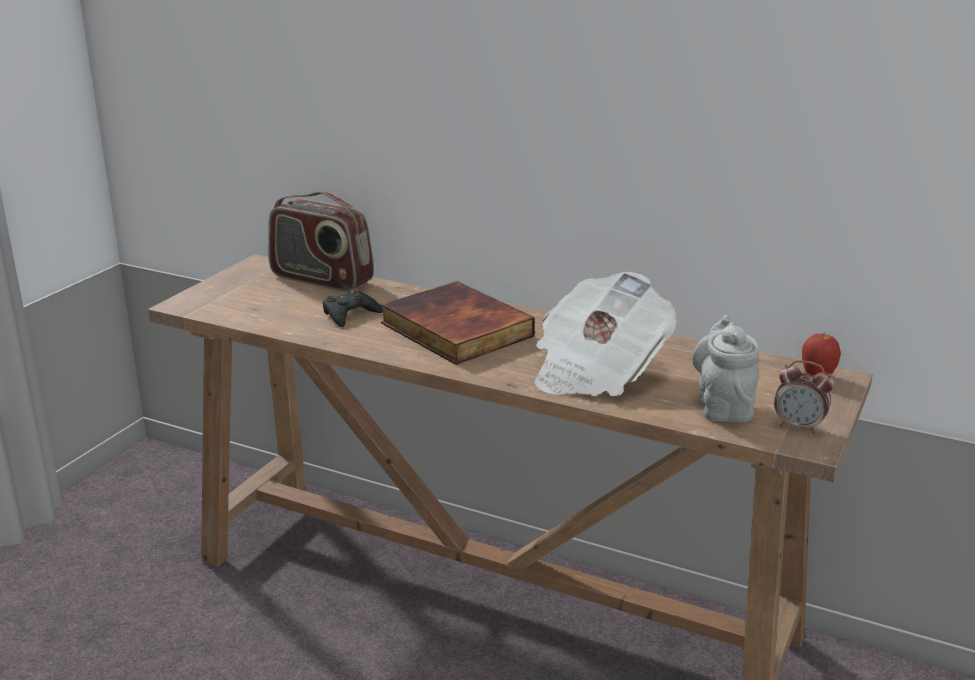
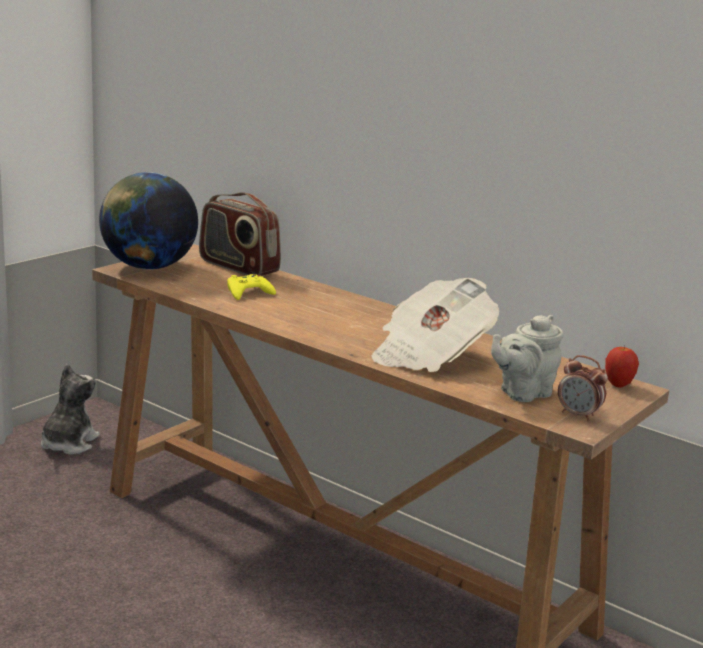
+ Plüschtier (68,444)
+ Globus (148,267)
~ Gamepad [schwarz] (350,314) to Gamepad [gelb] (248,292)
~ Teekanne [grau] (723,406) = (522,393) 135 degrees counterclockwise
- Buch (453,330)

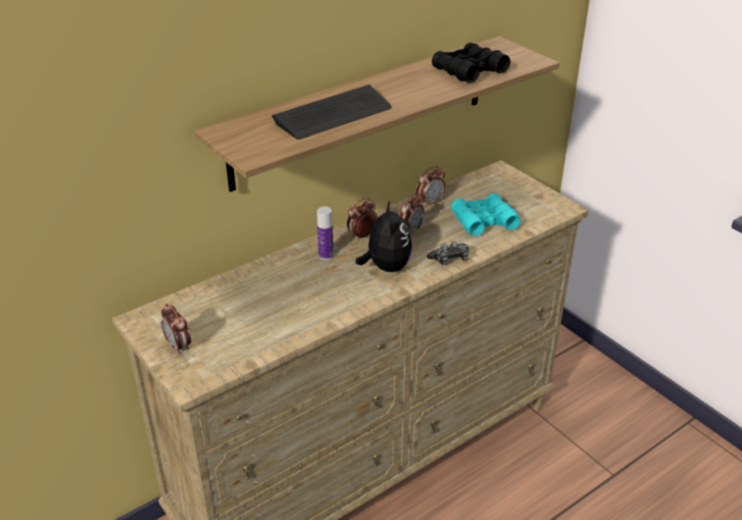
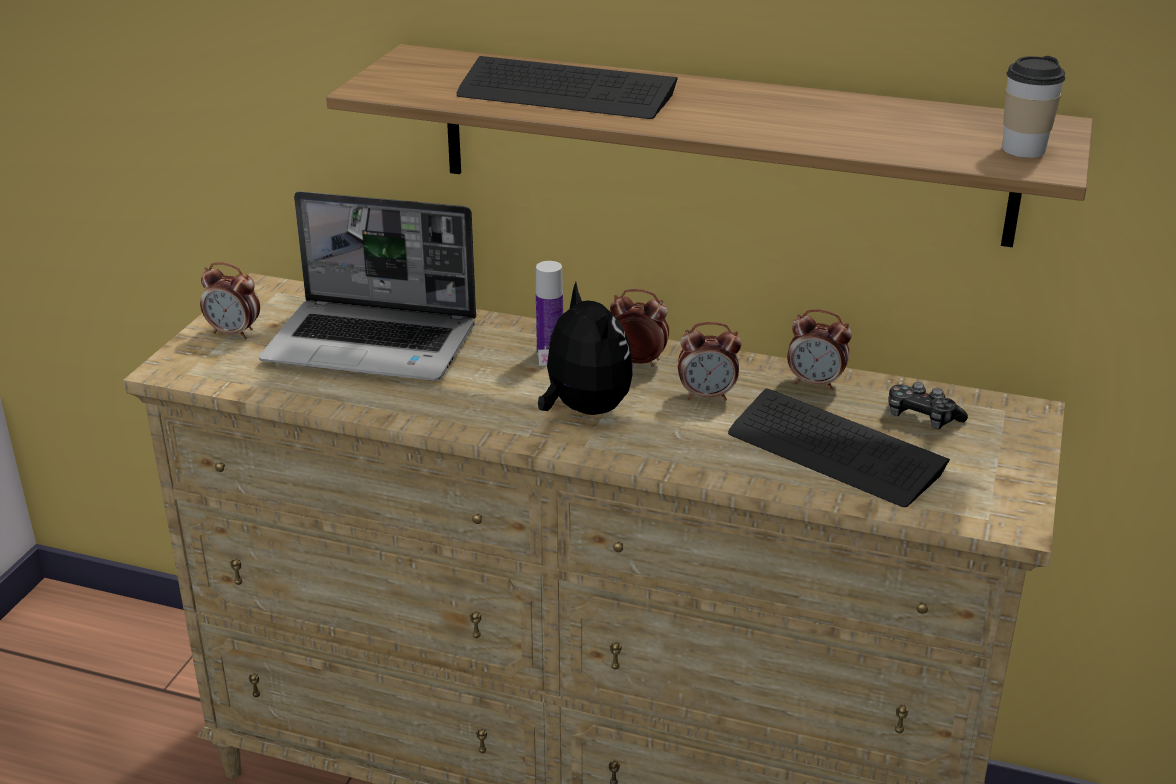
~ Wecker (178,346) = (234,333) 90 degrees counterclockwise
+ Laptop (374,344)
~ Plüschtier (386,267) = (583,409) 75 degrees counterclockwise
~ Fernglas [türkis] (483,221) to Tastatur (834,451)
~ Gamepad (449,259) to (921,418)
+ Tasse (1023,149)
- Fernglas [schwarz] (469,71)

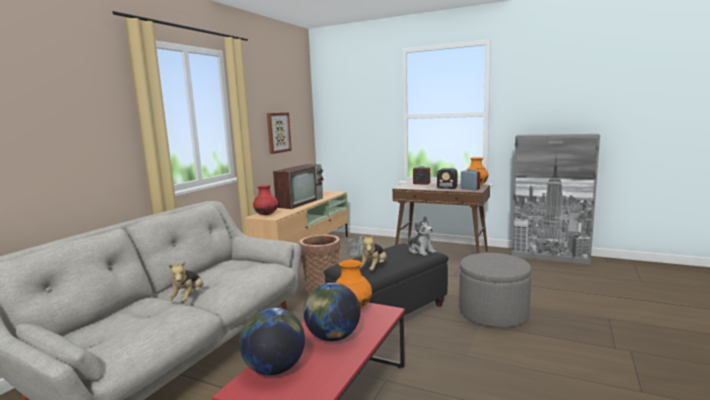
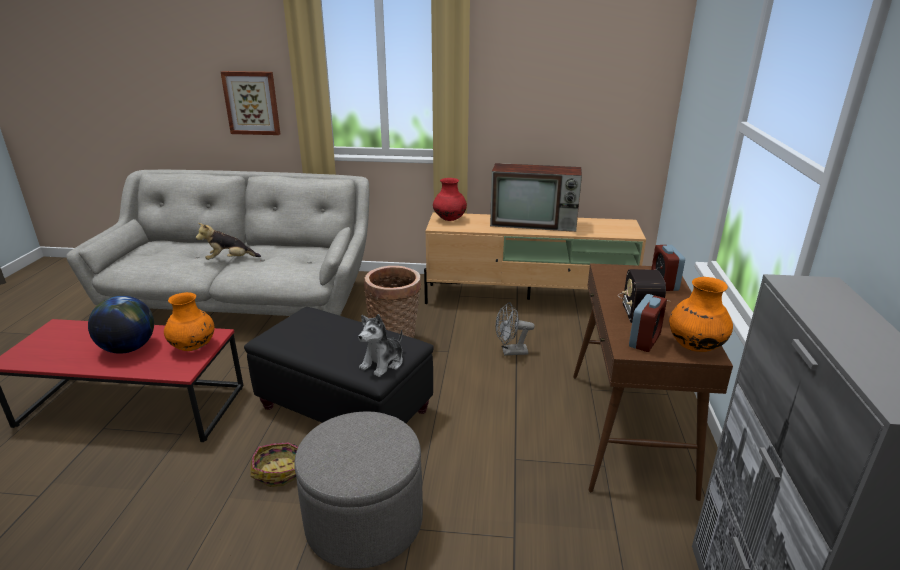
~ Bild (278,132) to (252,103)
+ Korb (280,470)
- Globus (274,369)
- Plüschtier (374,268)

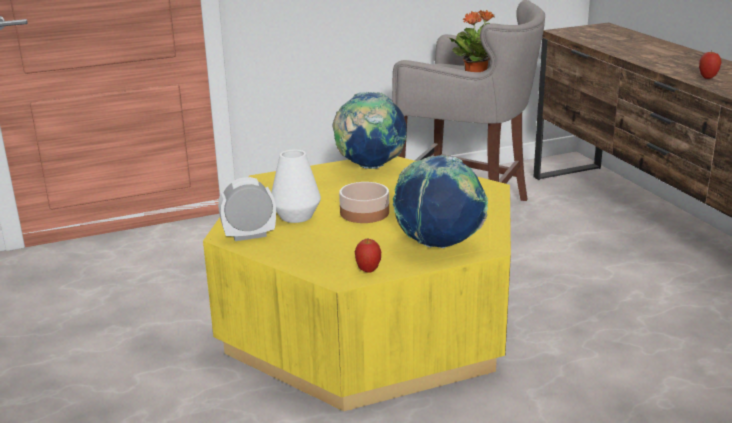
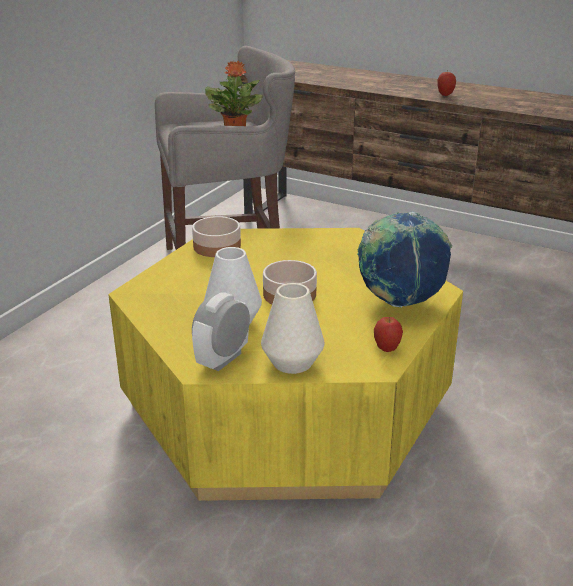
~ Globus (369,167) to Schüssel (216,247)
+ Vase [weiß] (292,362)

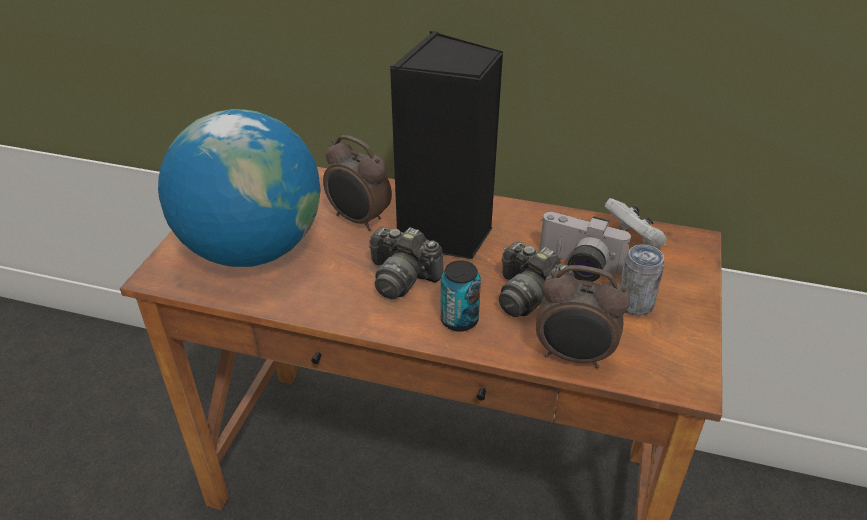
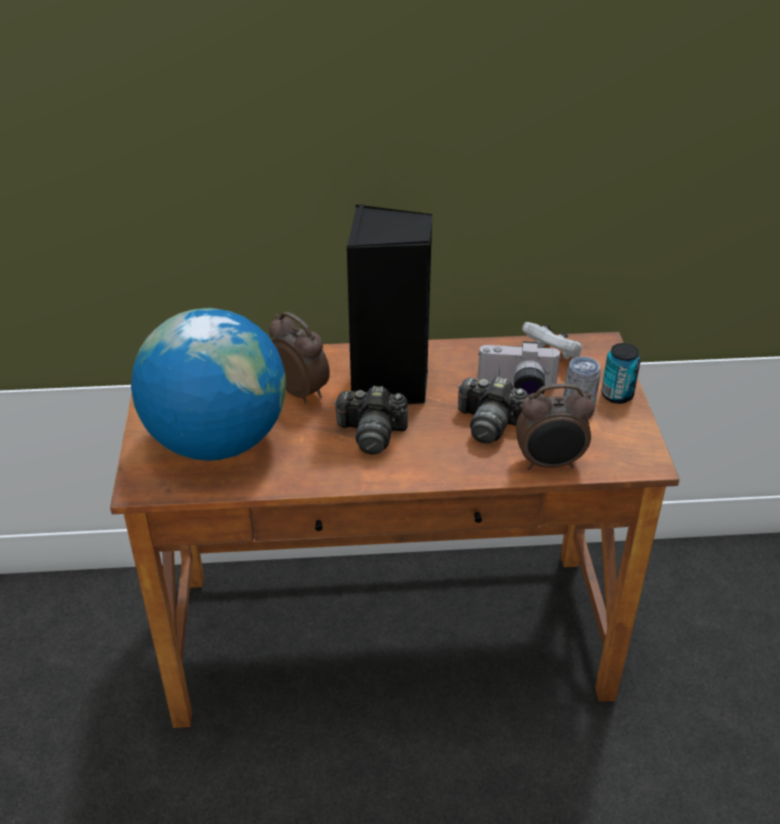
~ Wecker (358,220) = (301,391) 150 degrees counterclockwise
~ Dose (459,320) to (617,395)

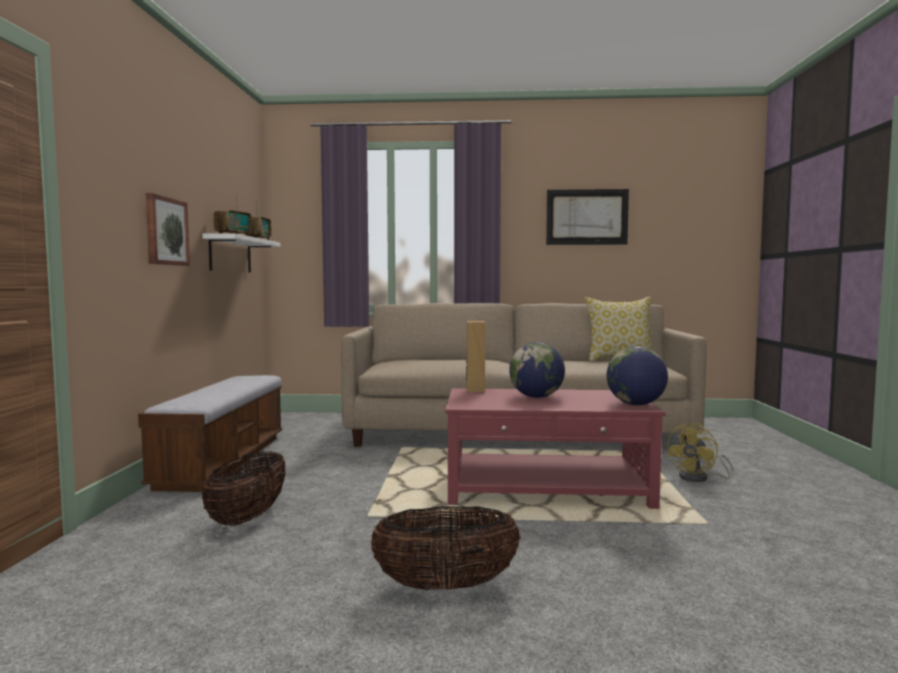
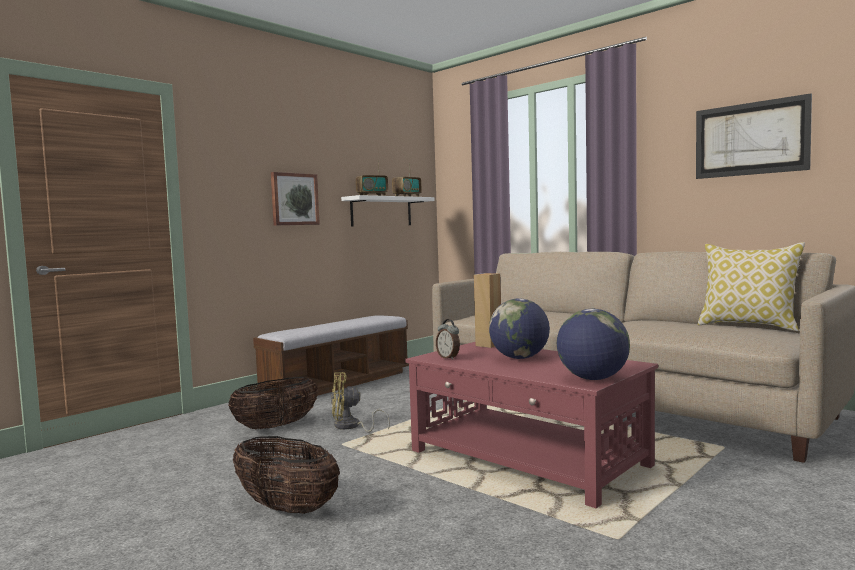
~ Ventilator [gelb] (699,478) to (351,427)
+ Wecker (448,358)

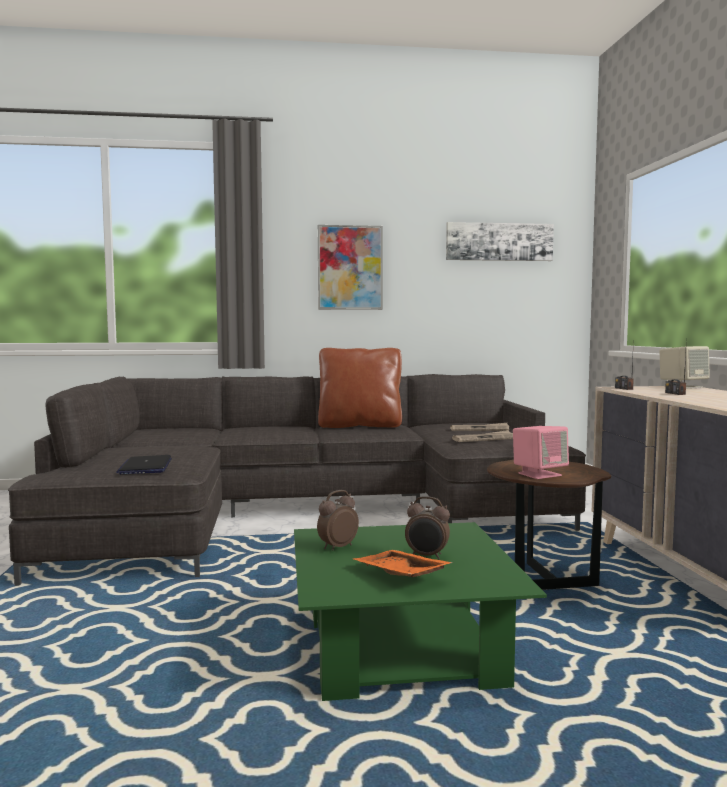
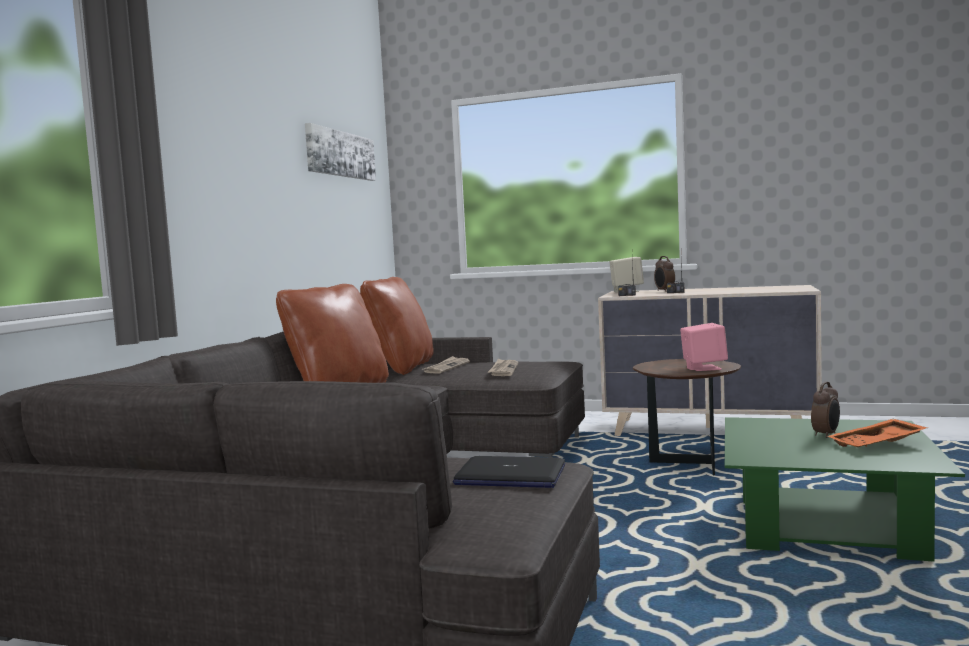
+ Kissen [braun] (401,368)
~ Wecker (337,547) to (664,291)
- Bild (350,268)

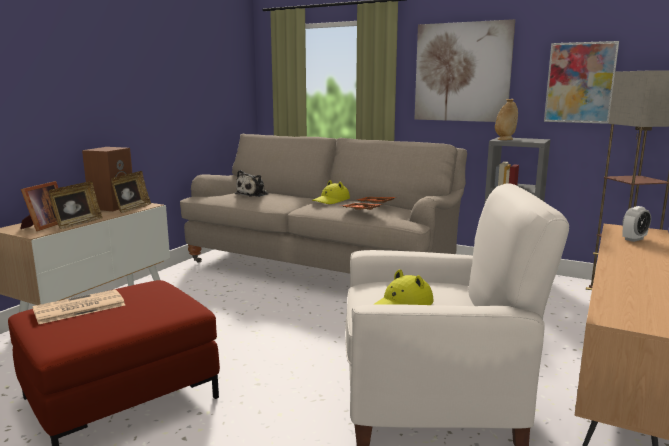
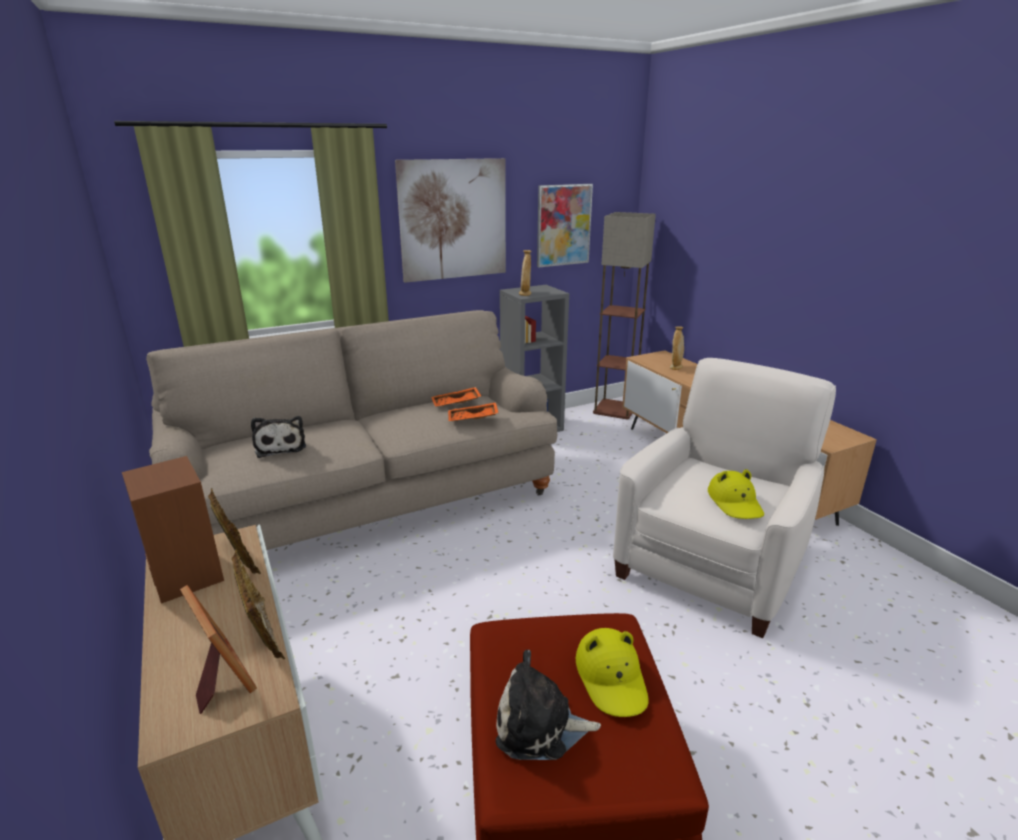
~ Zeitung (78,308) to Plüschtier (539,726)
~ Hut [gelb] (331,200) to (612,678)
~ Wecker (634,239) to Vase [beige] (676,367)

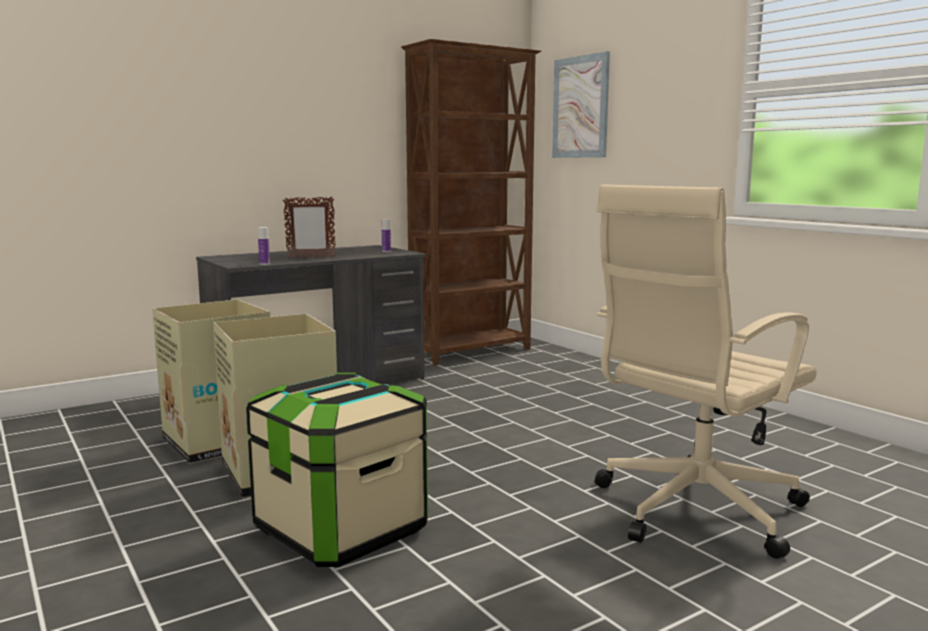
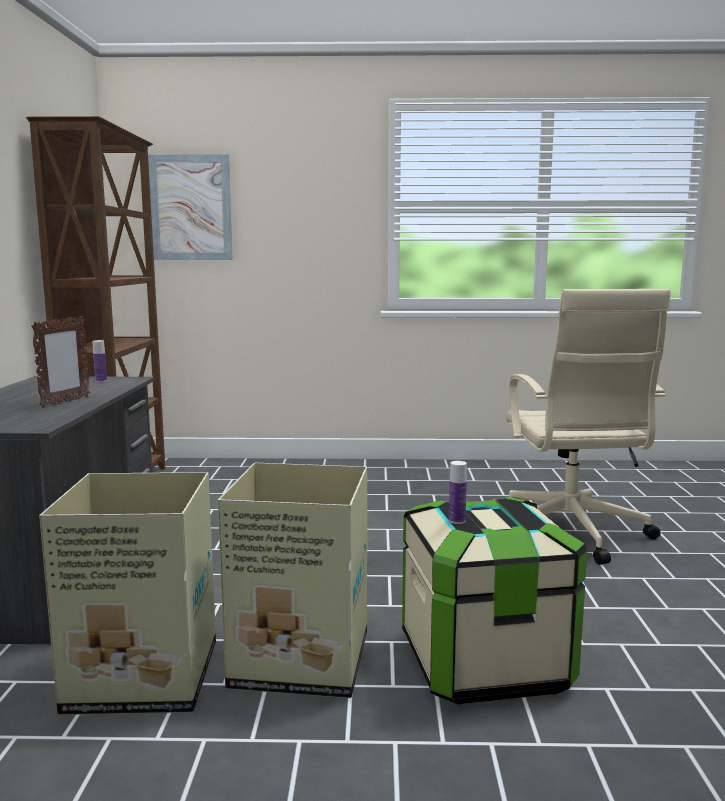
~ Flasche (264,264) to (457,521)

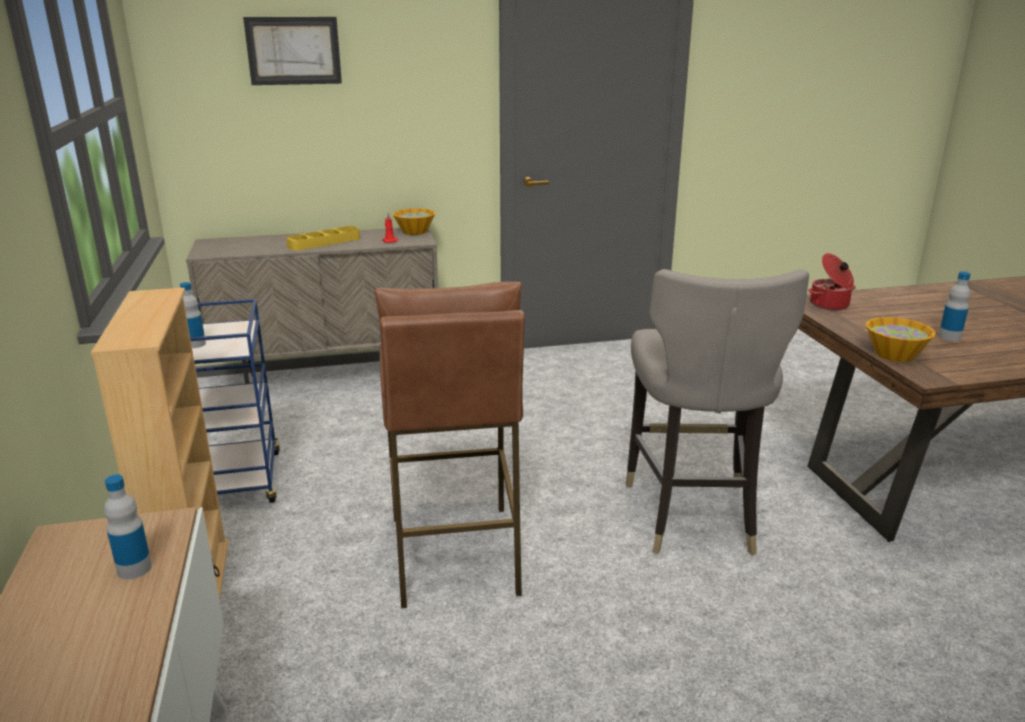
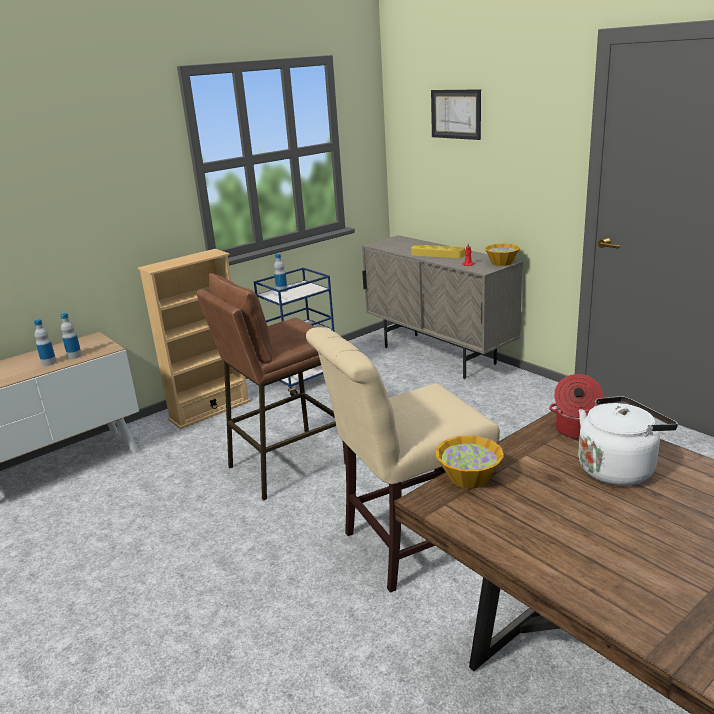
~ Flasche (949,337) to (49,363)
~ Hocker [grau] (692,517) to Stuhl [beige] (409,543)
+ Wasserkessel [weiß] (618,468)

